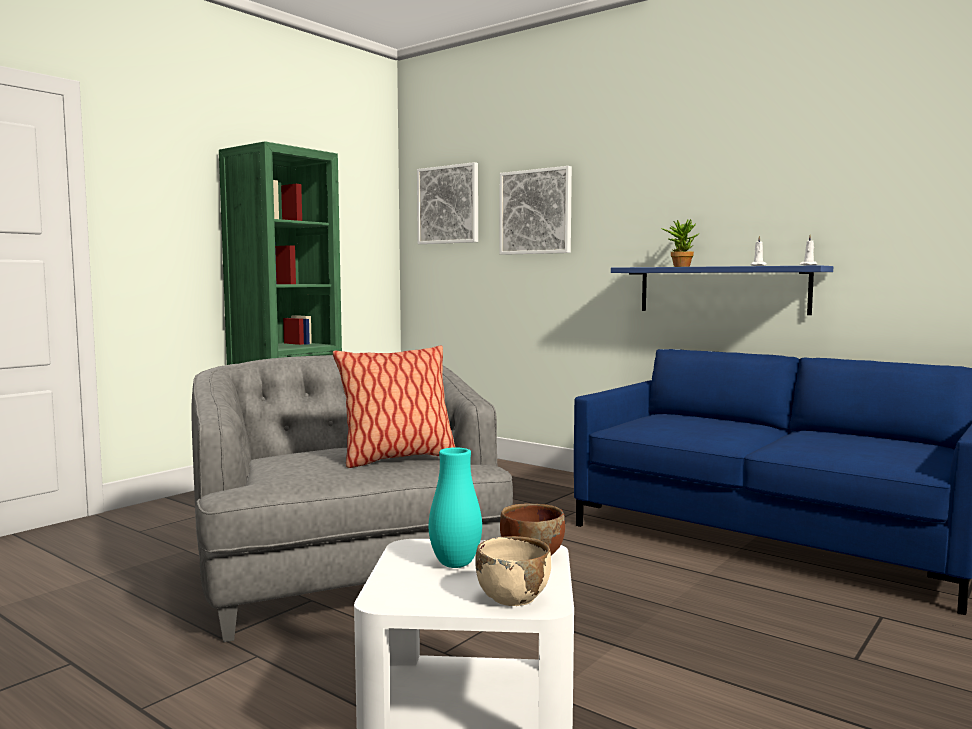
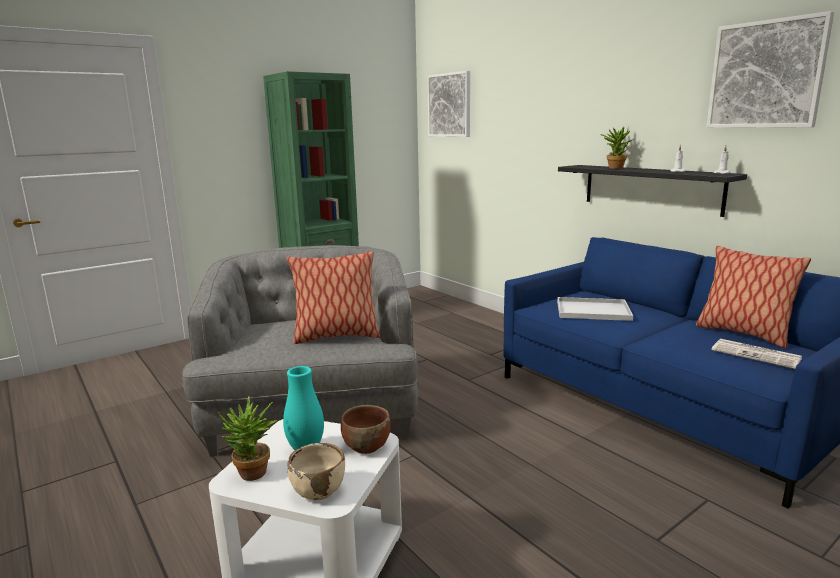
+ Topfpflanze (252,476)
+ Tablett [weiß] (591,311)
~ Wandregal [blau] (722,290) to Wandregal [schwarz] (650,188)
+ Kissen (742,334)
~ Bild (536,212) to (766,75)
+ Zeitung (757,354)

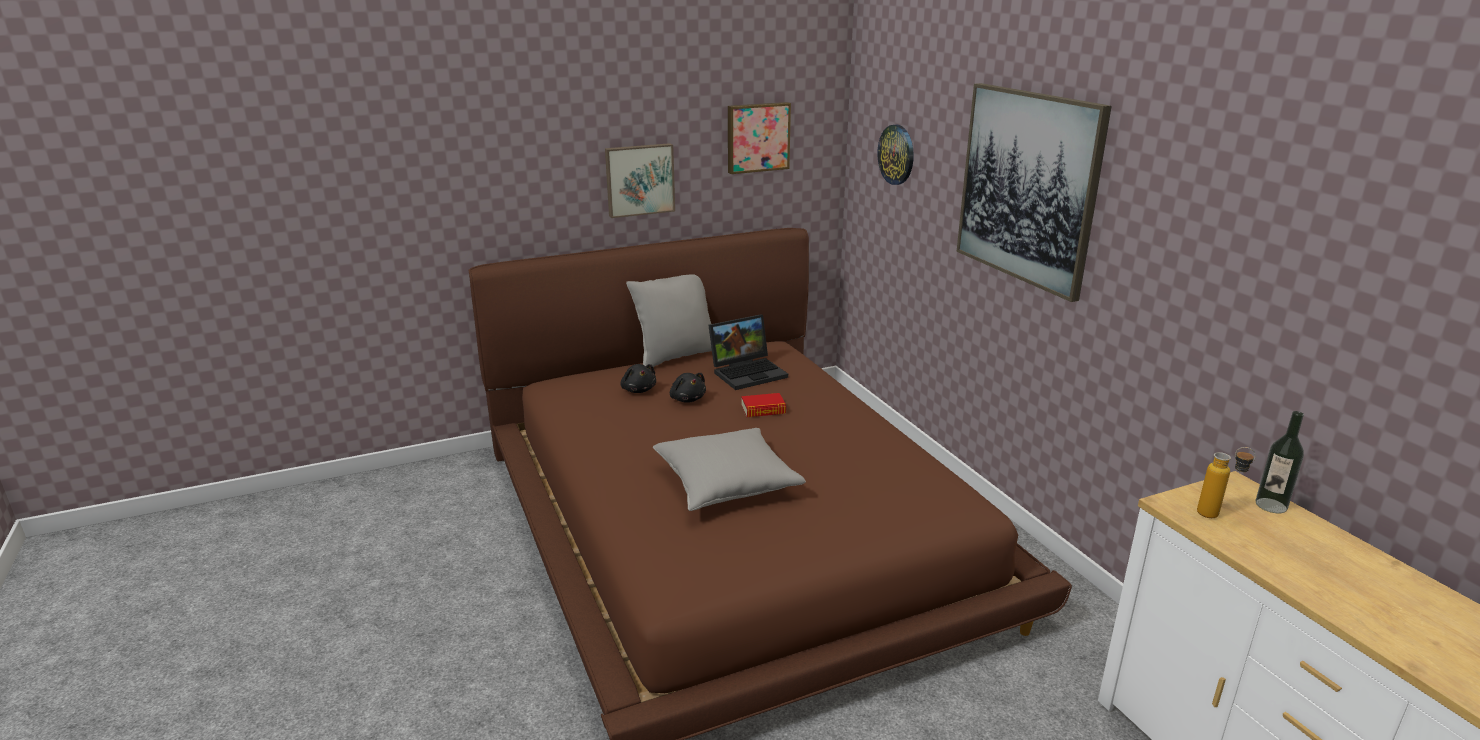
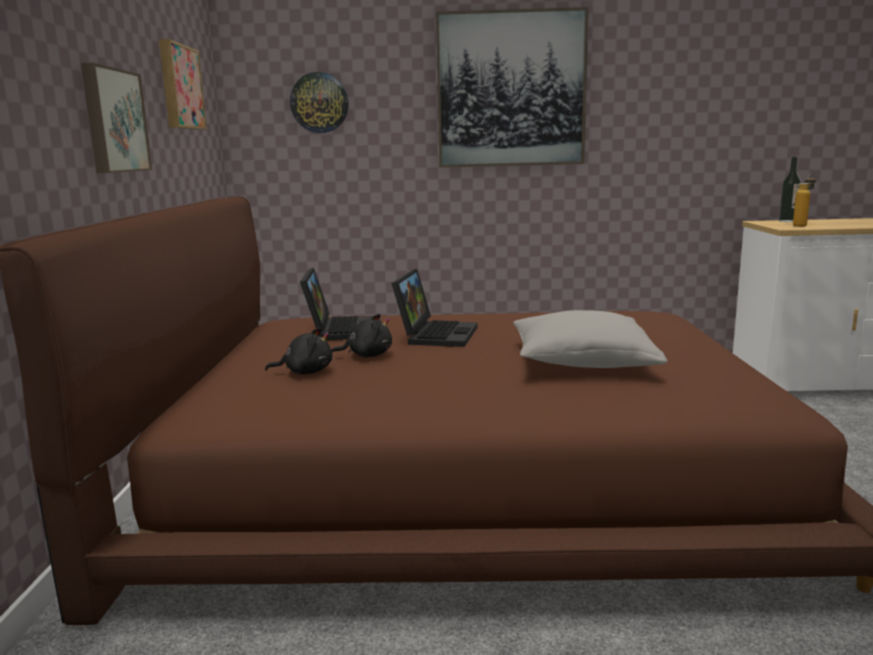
~ Buch (763,410) to Laptop (435,334)
- Kissen [grau] (676,356)

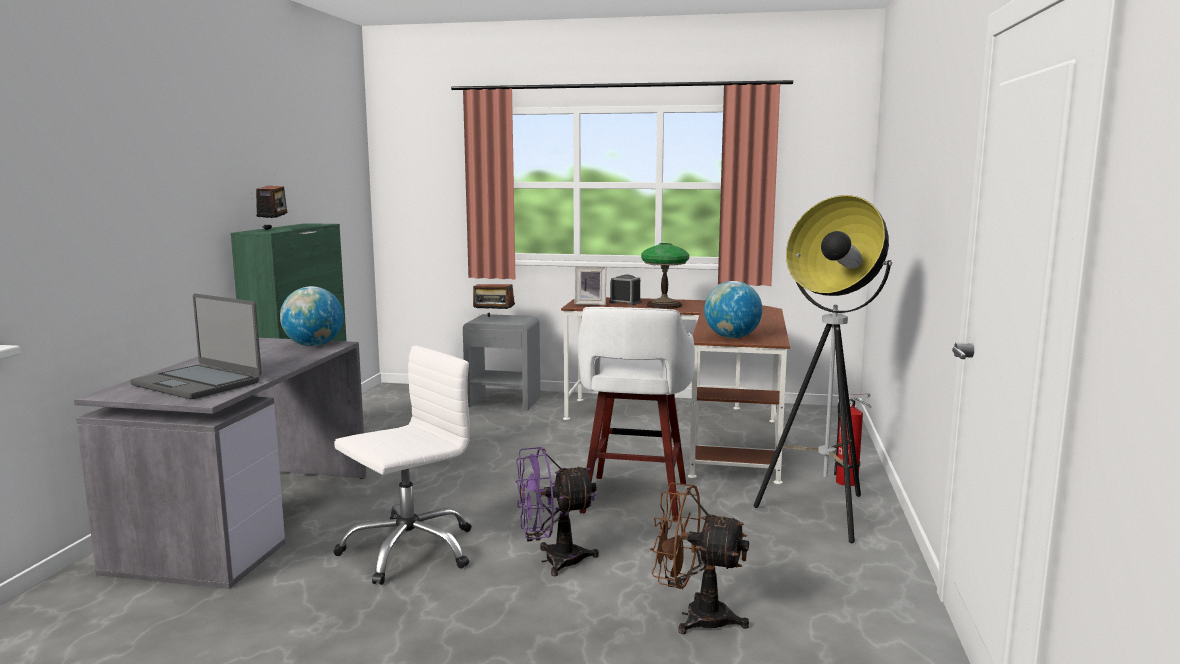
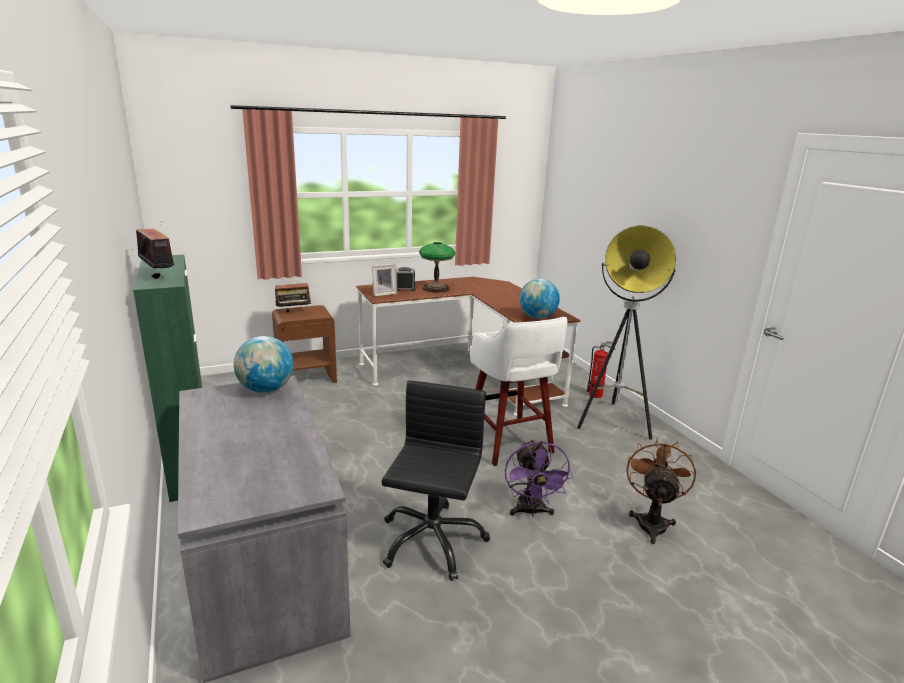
~ Nachttisch [grau] (504,401) to Nachttisch [braun] (307,378)
~ Bürostuhl [weiß] (409,550) to Bürostuhl [schwarz] (431,540)
~ Ventilator [lila] (553,561) = (531,512) 45 degrees counterclockwise
~ Ventilator [braun] (695,616) = (651,521) 120 degrees clockwise
- Laptop (198,383)

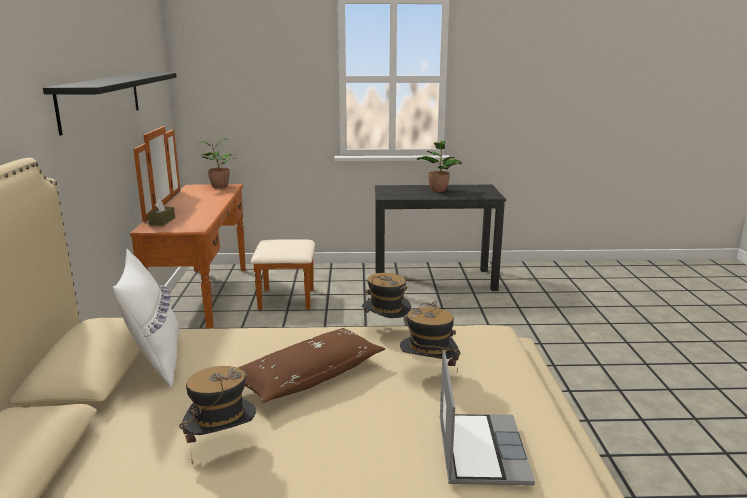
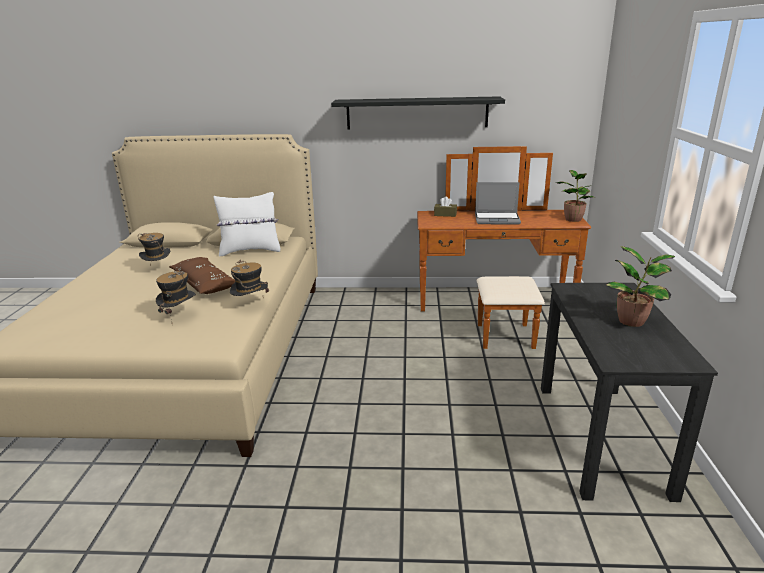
~ Laptop (480,450) to (497,219)

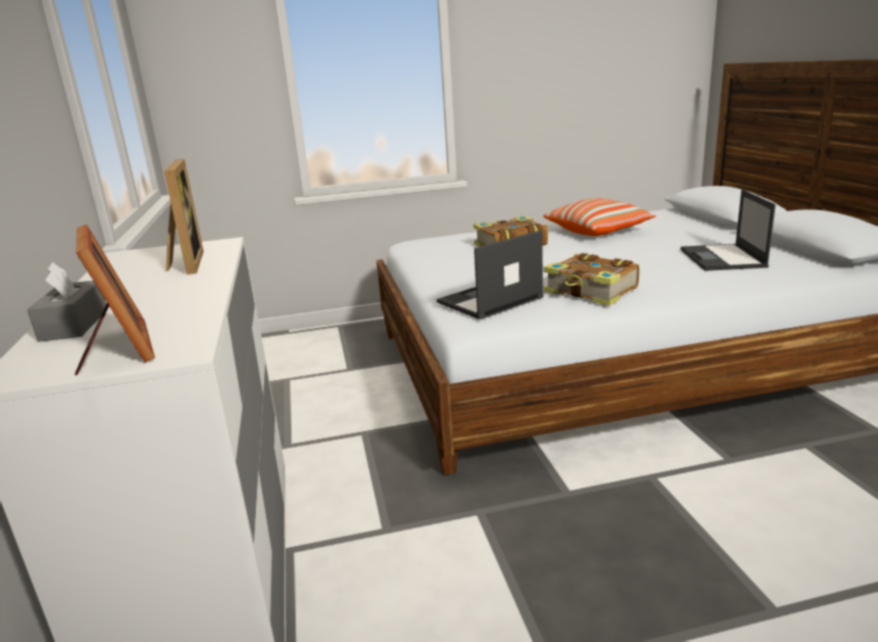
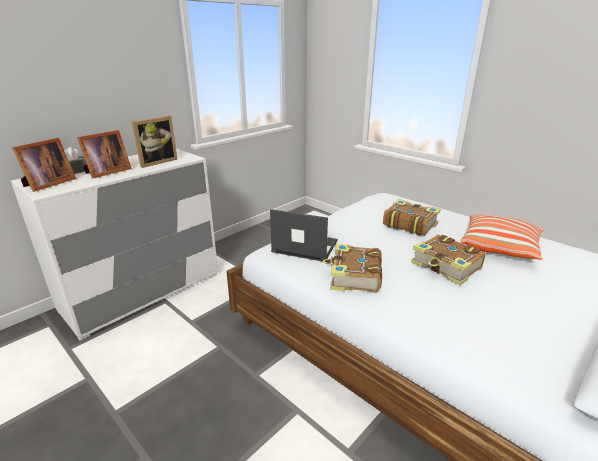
+ Bilderrahmen (106,172)
+ Buch (446,267)
- Laptop (723,258)

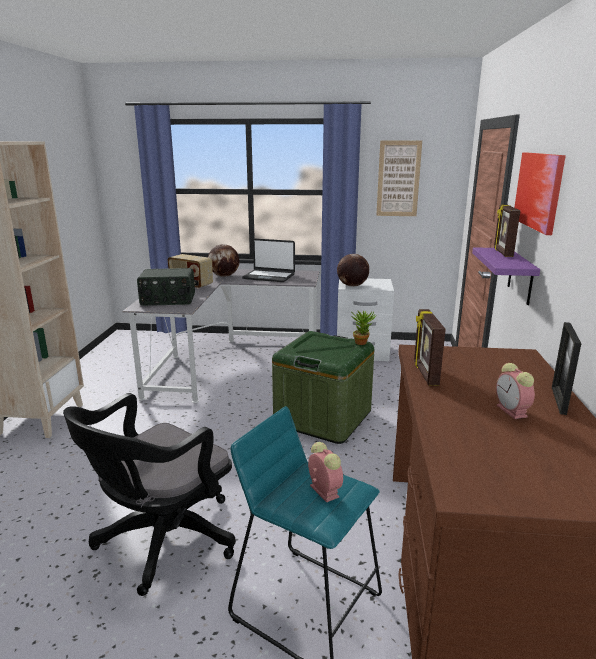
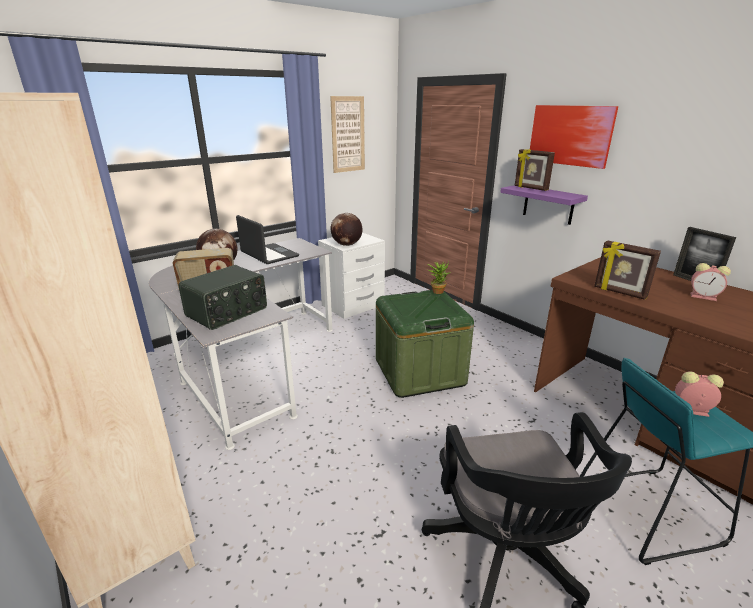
~ Laptop (269,276) = (269,255) 105 degrees counterclockwise

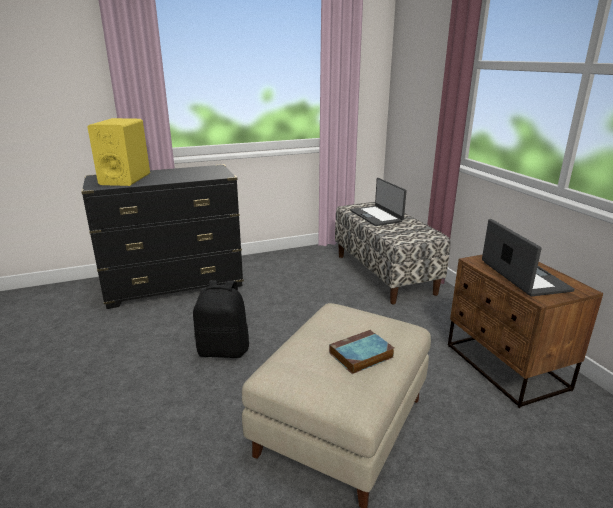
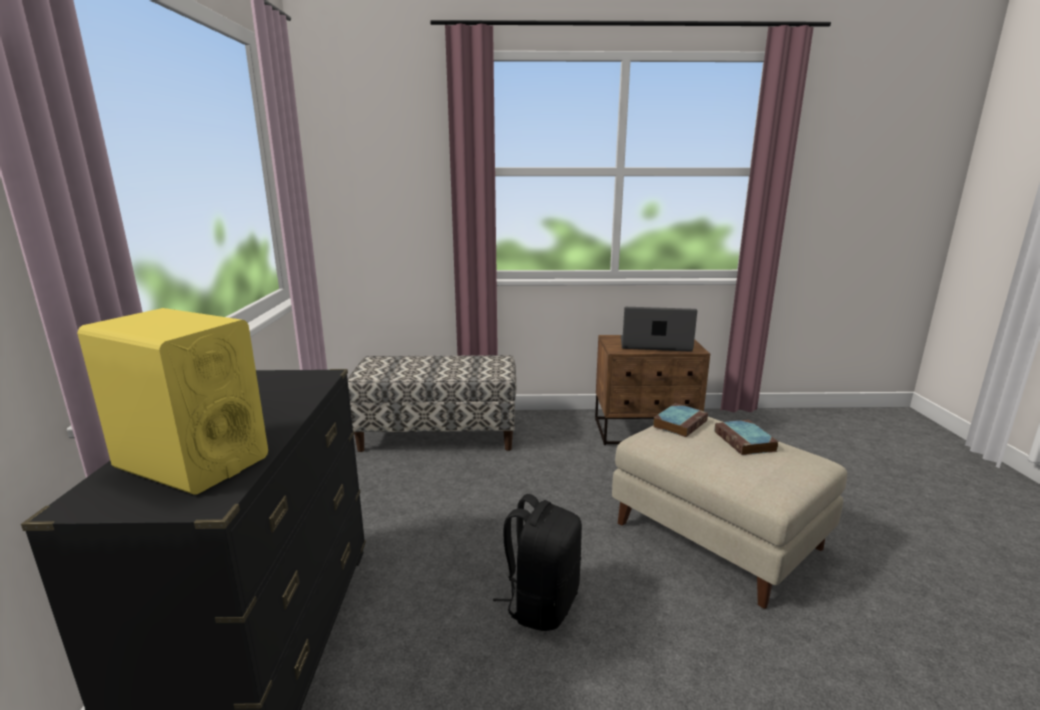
+ Buch (680,423)
- Laptop (376,216)

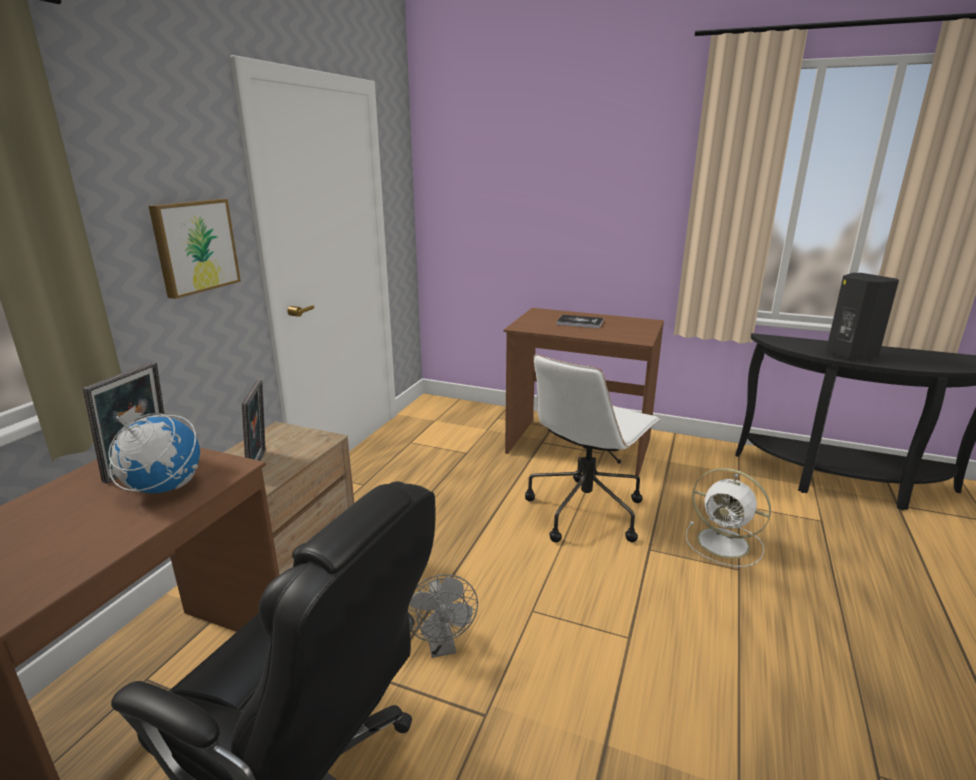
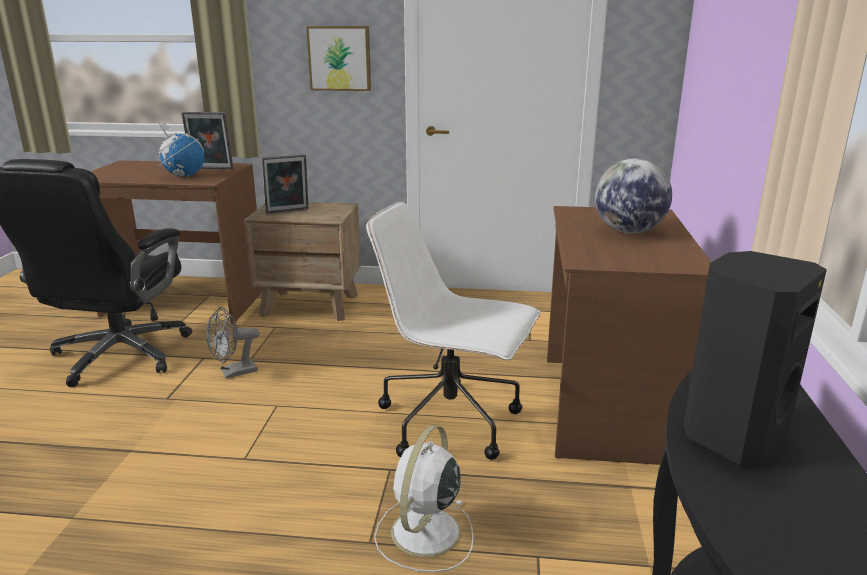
~ Buch (580,322) to Globus (628,231)

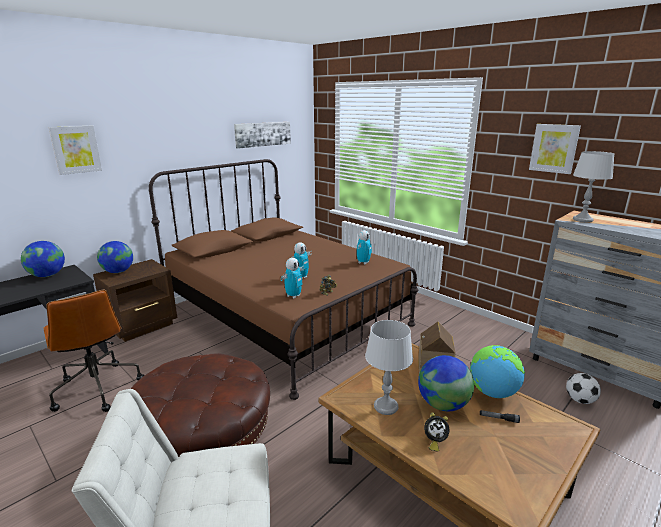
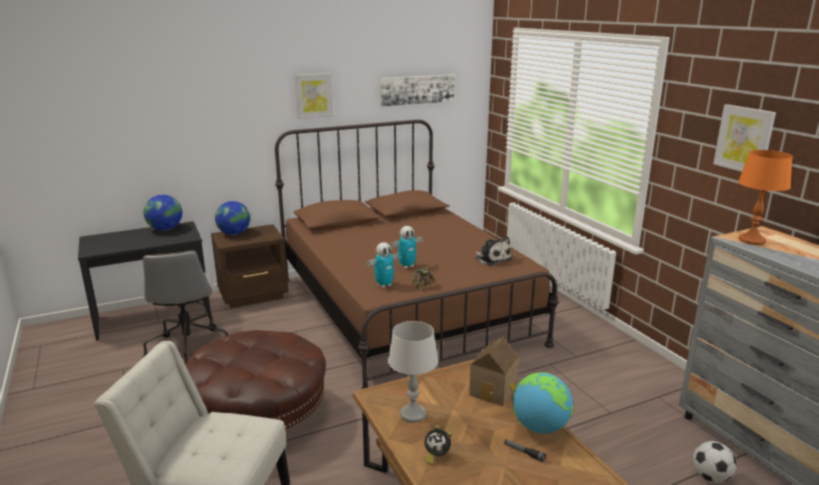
~ Bürostuhl [braun] (97,388) to Bürostuhl [grau] (188,348)
~ Bild (76,149) to (313,96)
~ Spielzeugroboter (363,262) to Plüschtier (492,259)
~ Tischlampe [grau] (582,220) to Tischlampe [orange] (751,240)
- Globus (443,404)

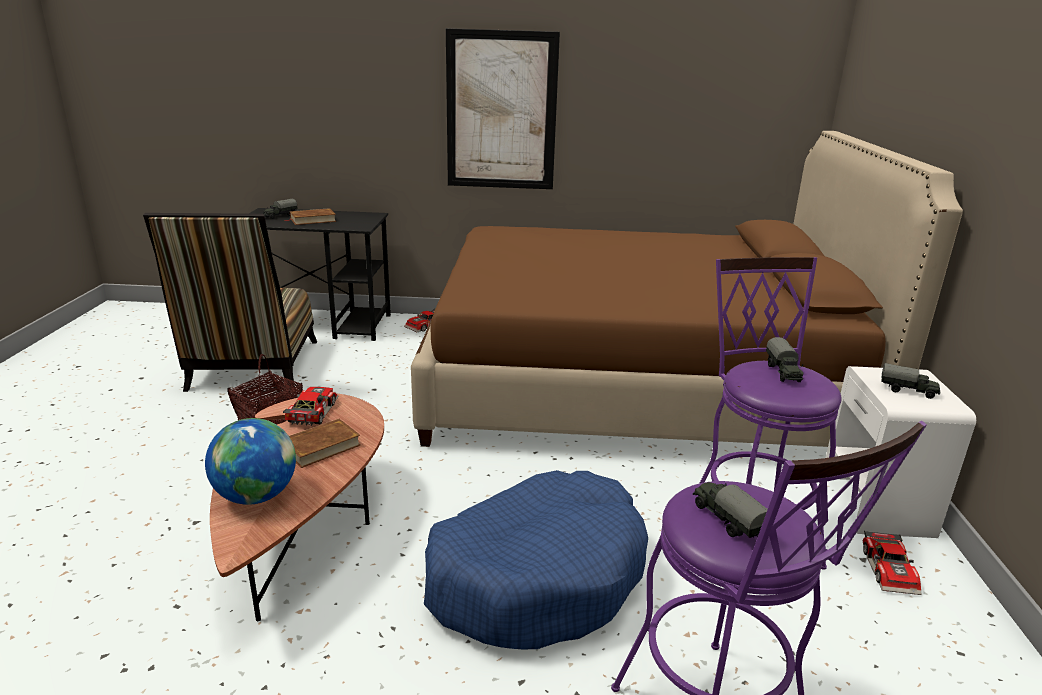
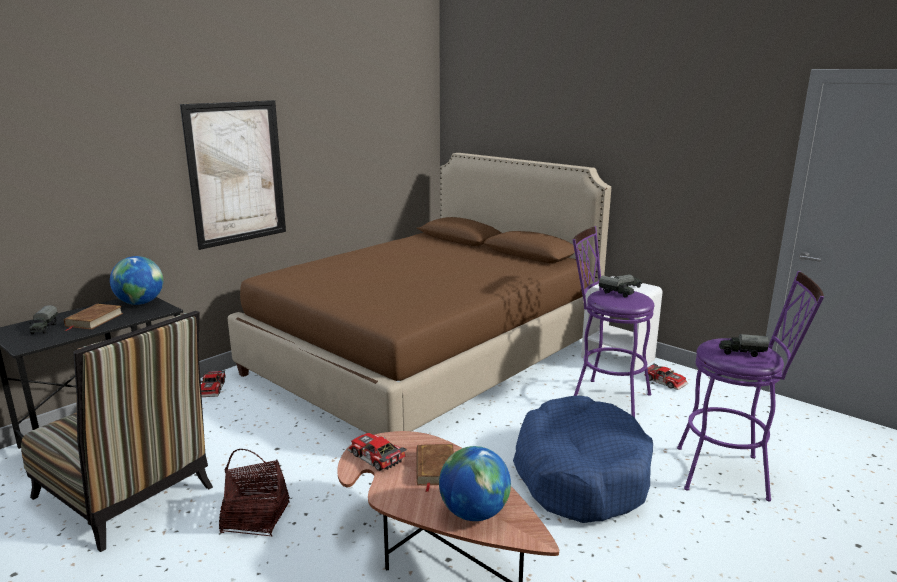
+ Globus (140,303)

